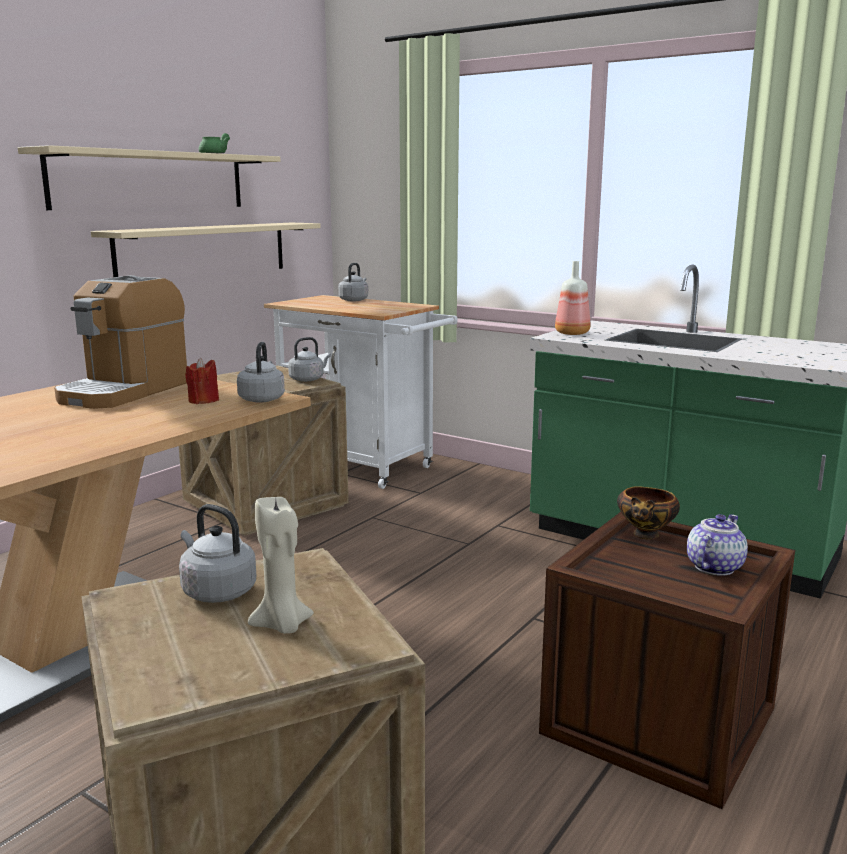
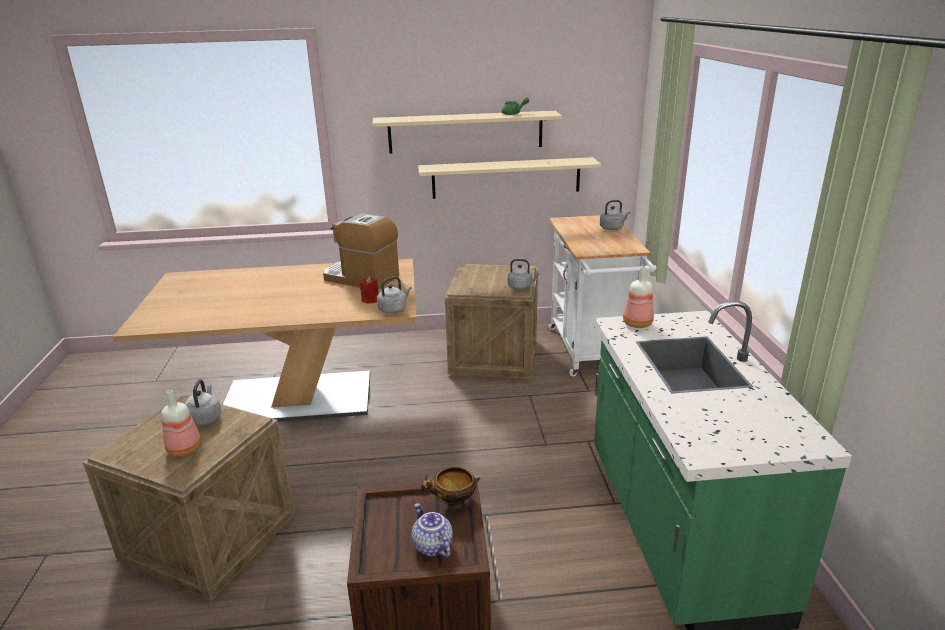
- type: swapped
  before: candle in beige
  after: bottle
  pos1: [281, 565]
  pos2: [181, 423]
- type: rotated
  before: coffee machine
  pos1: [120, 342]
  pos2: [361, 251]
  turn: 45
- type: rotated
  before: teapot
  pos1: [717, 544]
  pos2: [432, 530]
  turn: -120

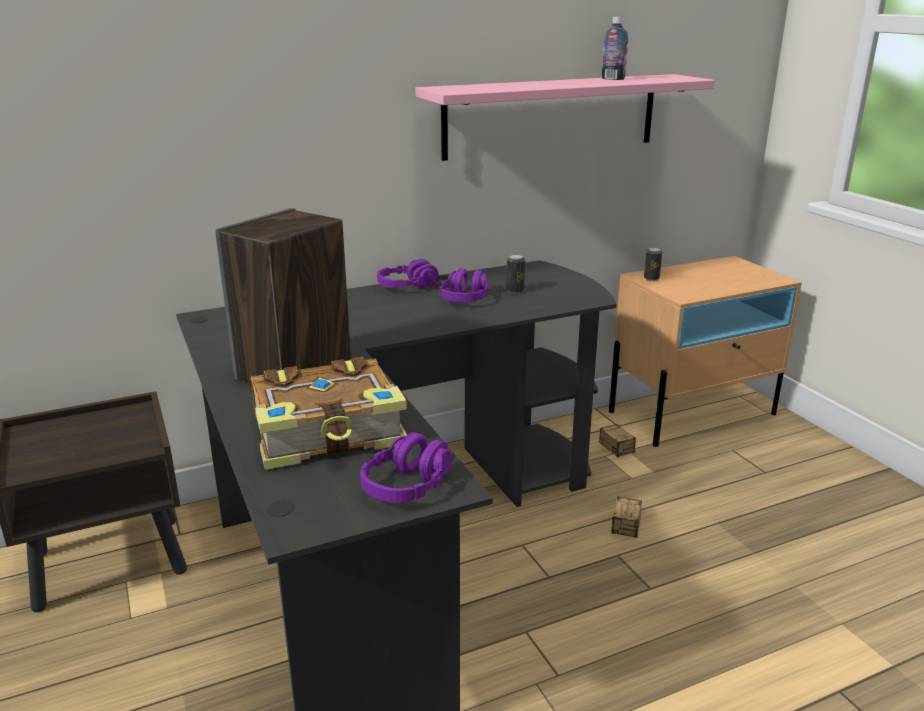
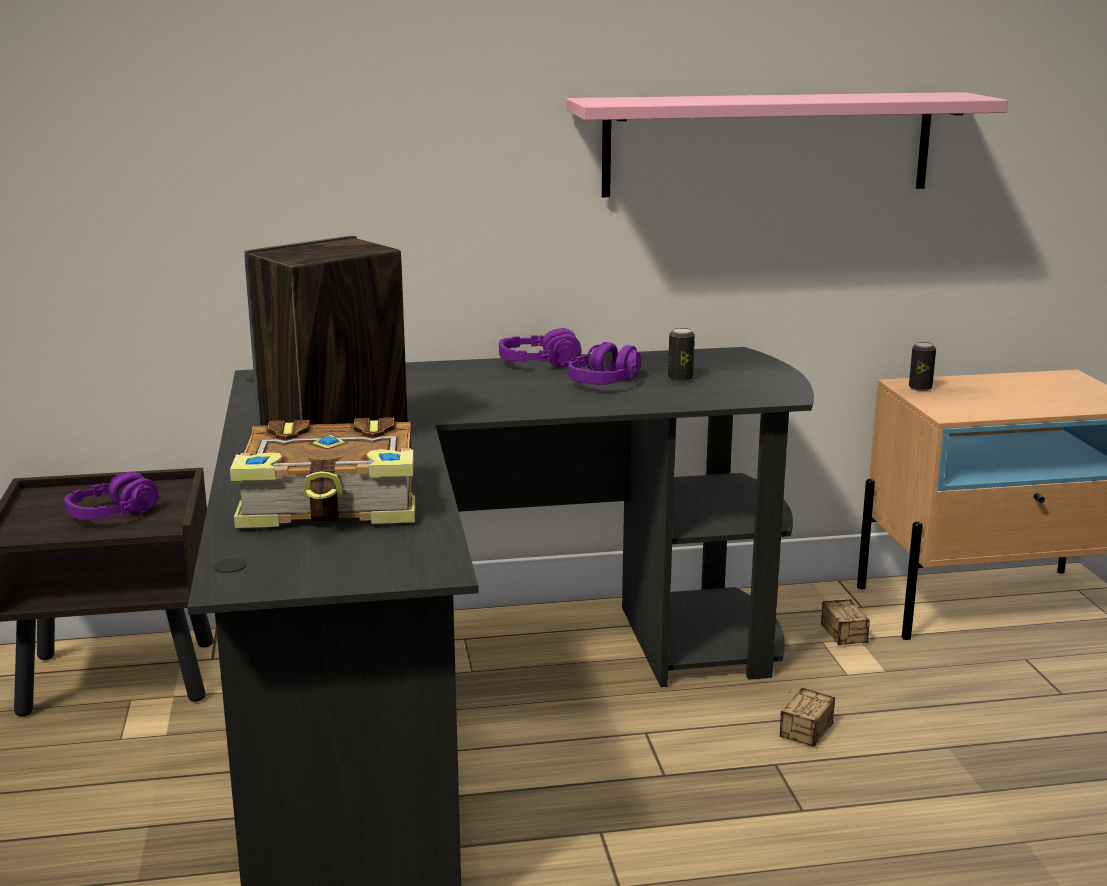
- type: gone
  before: bottle
  pos1: [615, 48]
- type: shifted
  before: headphones in purple
  pos1: [406, 467]
  pos2: [111, 496]

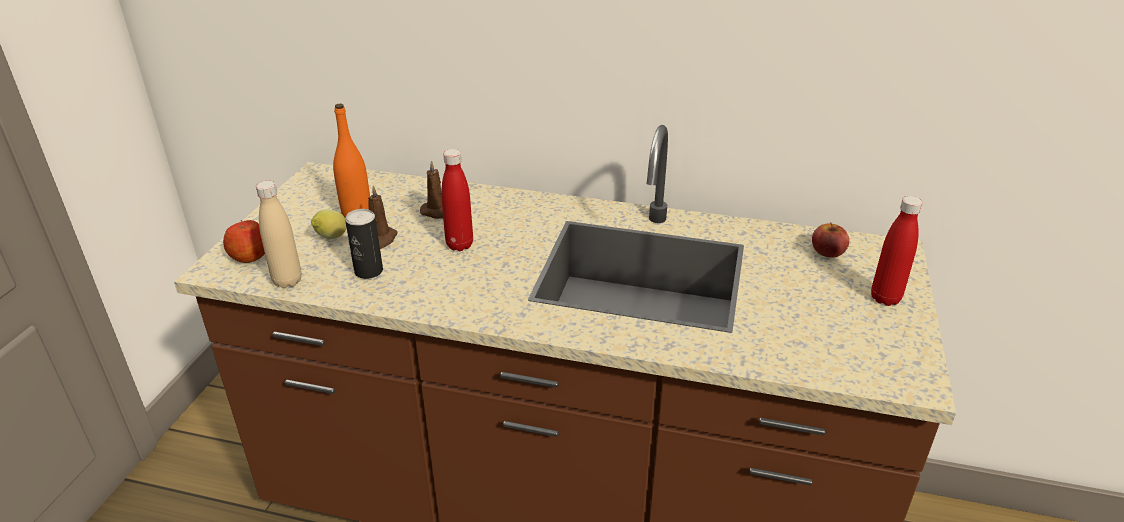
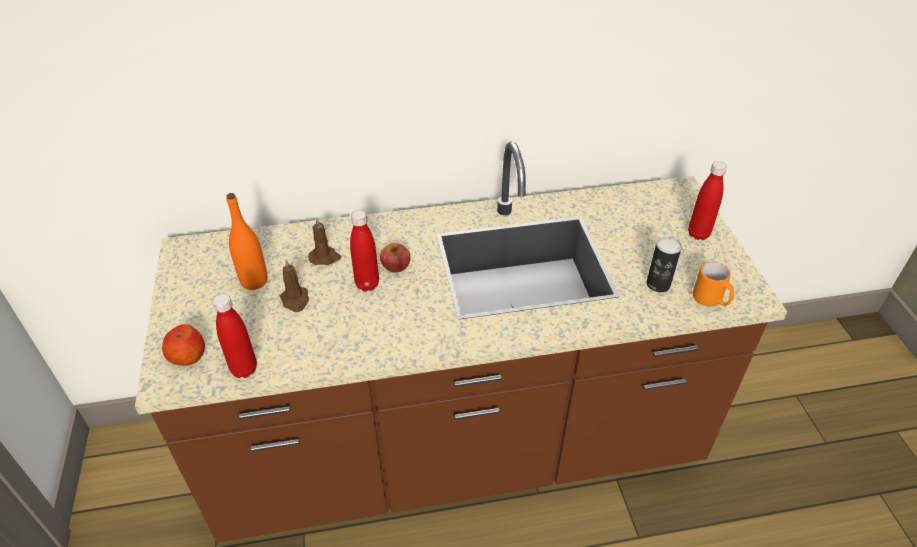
- type: gone
  before: lemon
  pos1: [329, 224]
- type: new
  after: mug in orange
  pos2: [713, 284]
- type: shifted
  before: can
  pos1: [364, 244]
  pos2: [664, 264]
- type: shifted
  before: apple
  pos1: [830, 239]
  pos2: [395, 257]
- type: repainted
  before: bottle in beige
  after: bottle in red
  pos1: [279, 234]
  pos2: [234, 335]

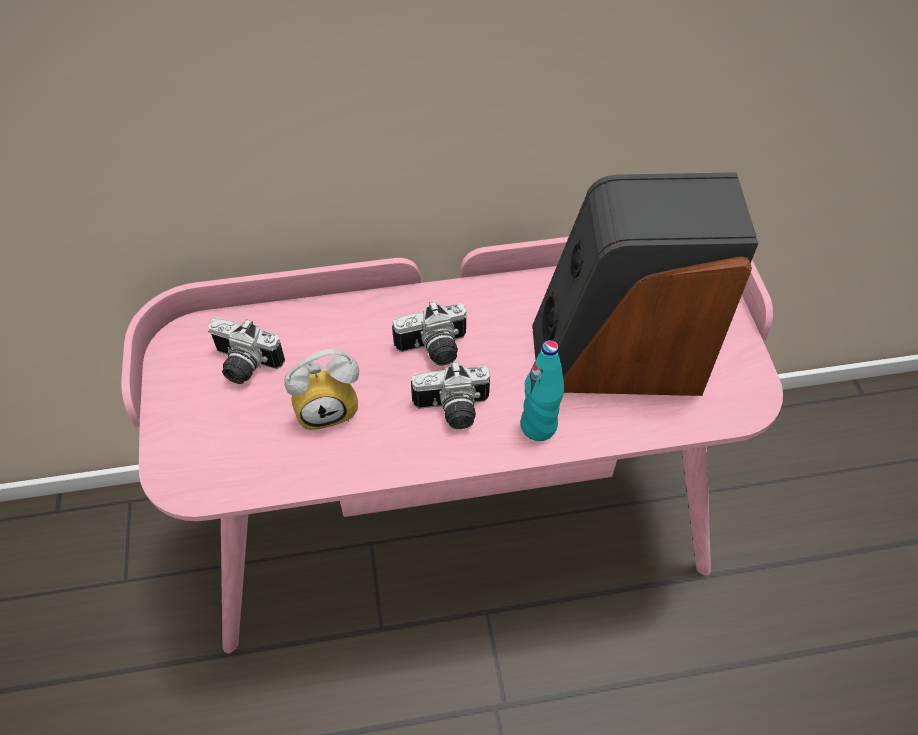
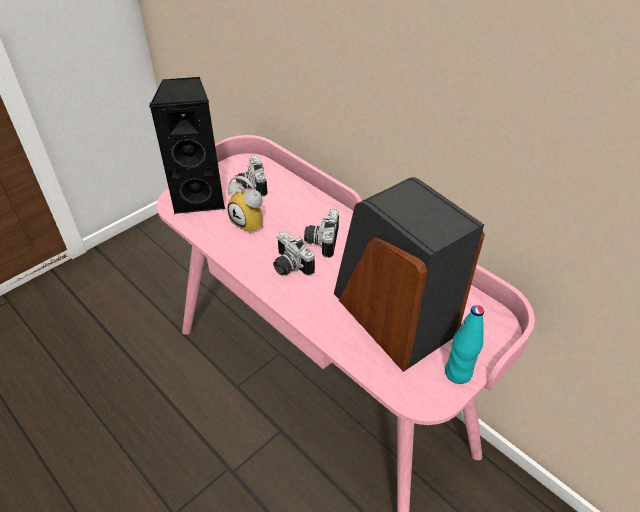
- type: new
  after: speaker in black
  pos2: [187, 145]
- type: shifted
  before: bottle in turquoise
  pos1: [542, 390]
  pos2: [464, 344]
- type: rotated
  before: photo camera
  pos1: [429, 333]
  pos2: [321, 233]
  turn: 60

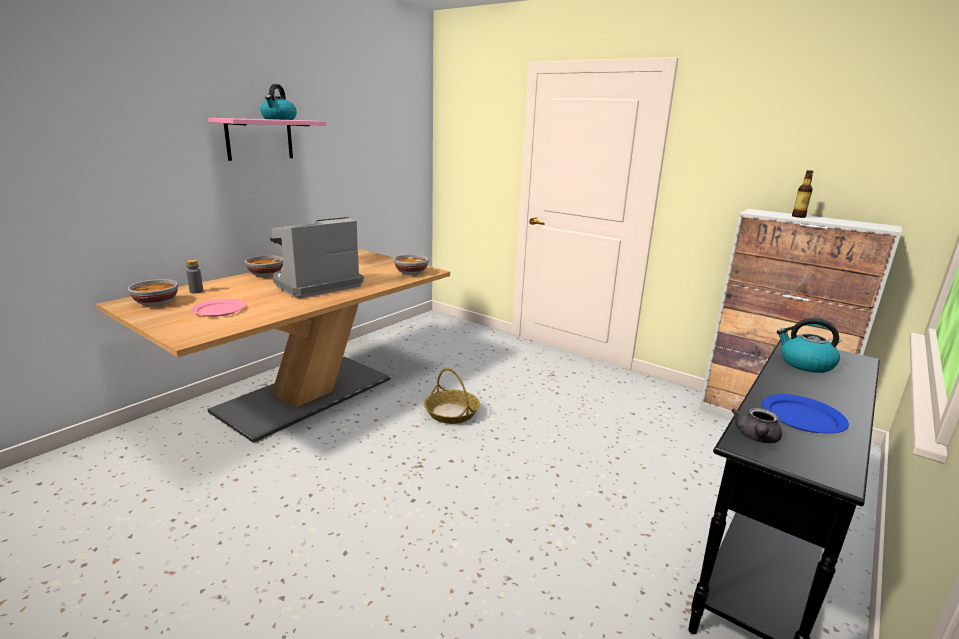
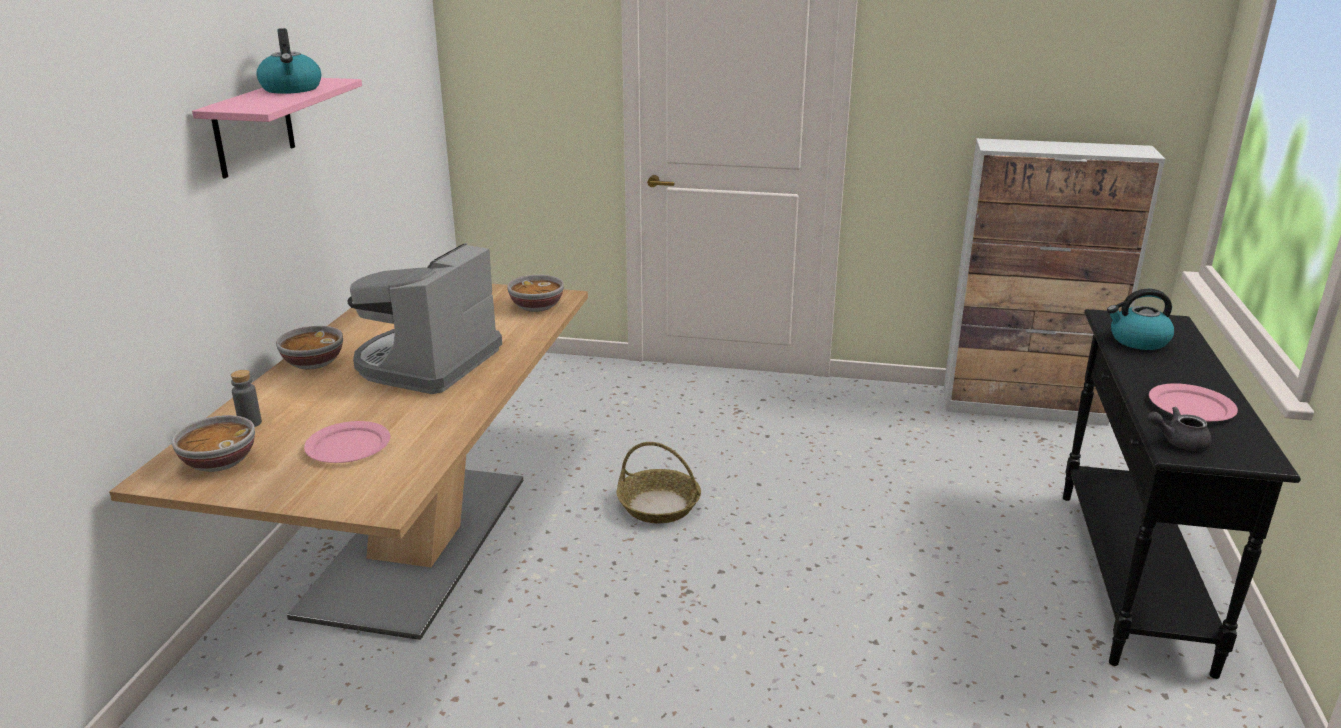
- type: gone
  before: bottle
  pos1: [802, 194]
- type: repainted
  before: plate in blue
  after: plate in pink
  pos1: [805, 414]
  pos2: [1193, 402]
- type: rotated
  before: teapot in grey
  pos1: [756, 425]
  pos2: [1179, 429]
  turn: 90

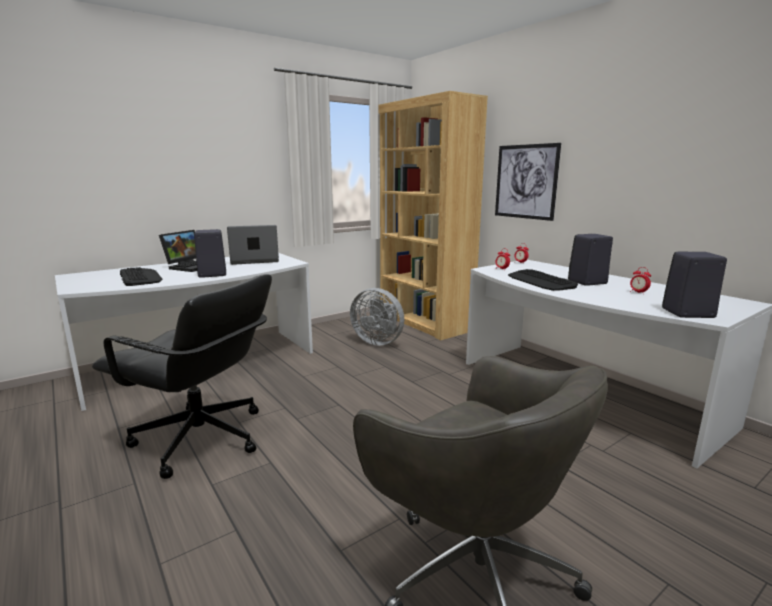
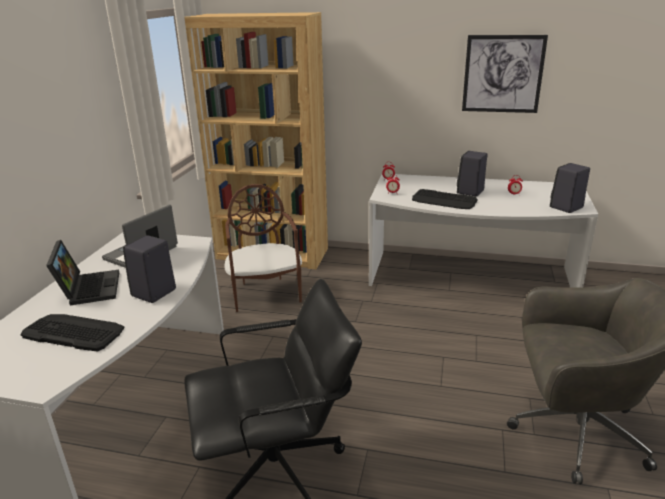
- type: shifted
  before: picture
  pos1: [528, 182]
  pos2: [505, 74]
- type: swapped
  before: fan in grey
  after: chair in brown
  pos1: [377, 317]
  pos2: [263, 248]

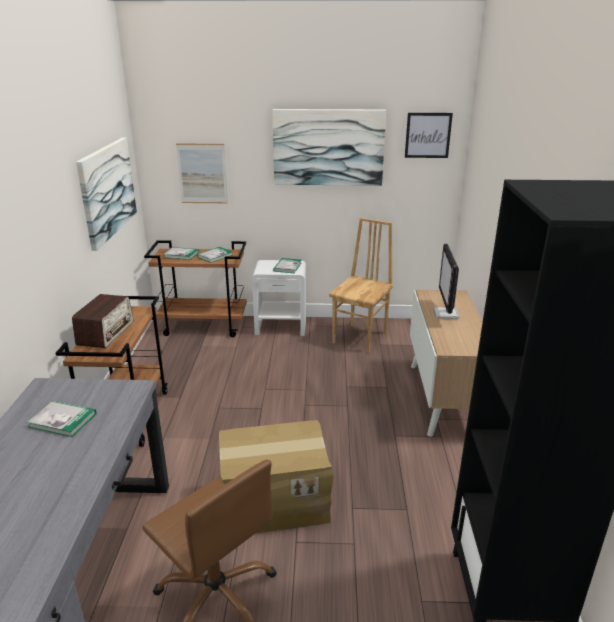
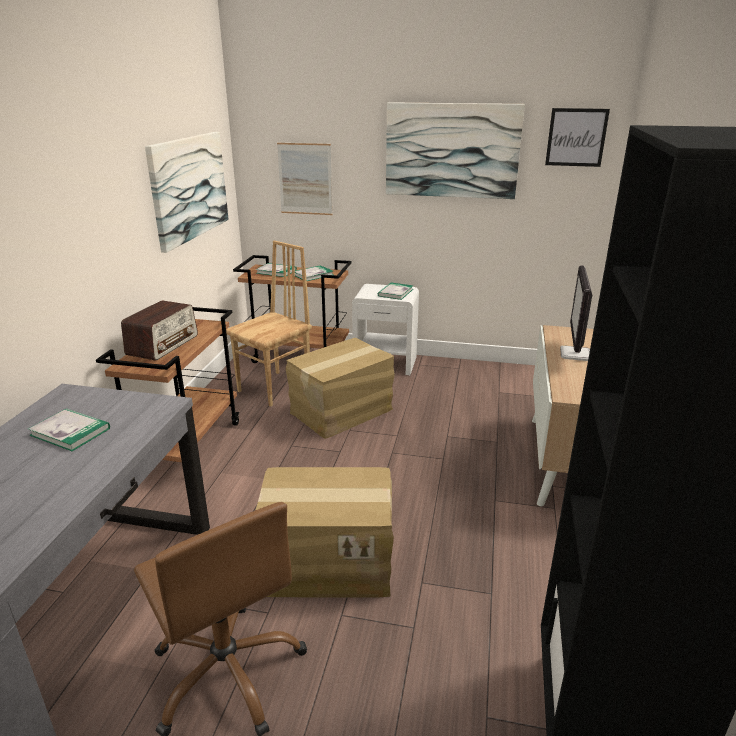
- type: new
  after: cardboard box
  pos2: [340, 388]
- type: shifted
  before: chair in brown
  pos1: [361, 285]
  pos2: [269, 323]

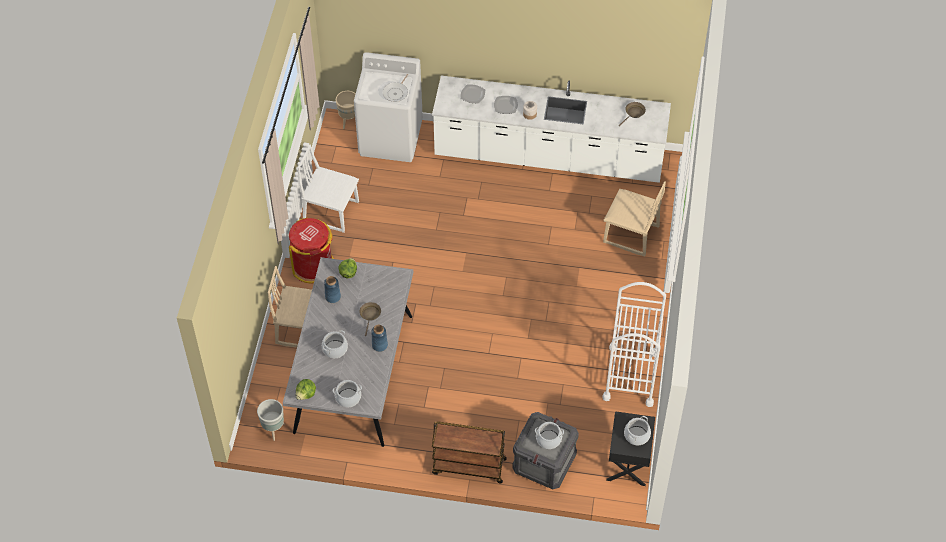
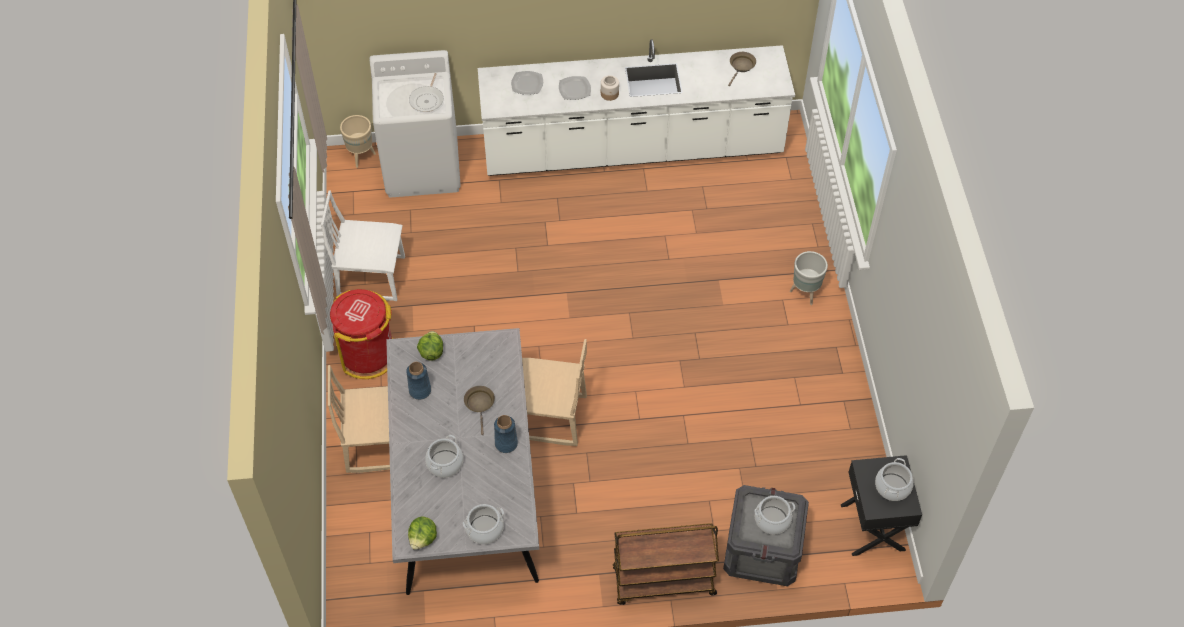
- type: gone
  before: cart in white
  pos1: [634, 344]
- type: shifted
  before: planter in grey
  pos1: [271, 420]
  pos2: [809, 278]
- type: shifted
  before: chair in beige
  pos1: [634, 218]
  pos2: [554, 392]

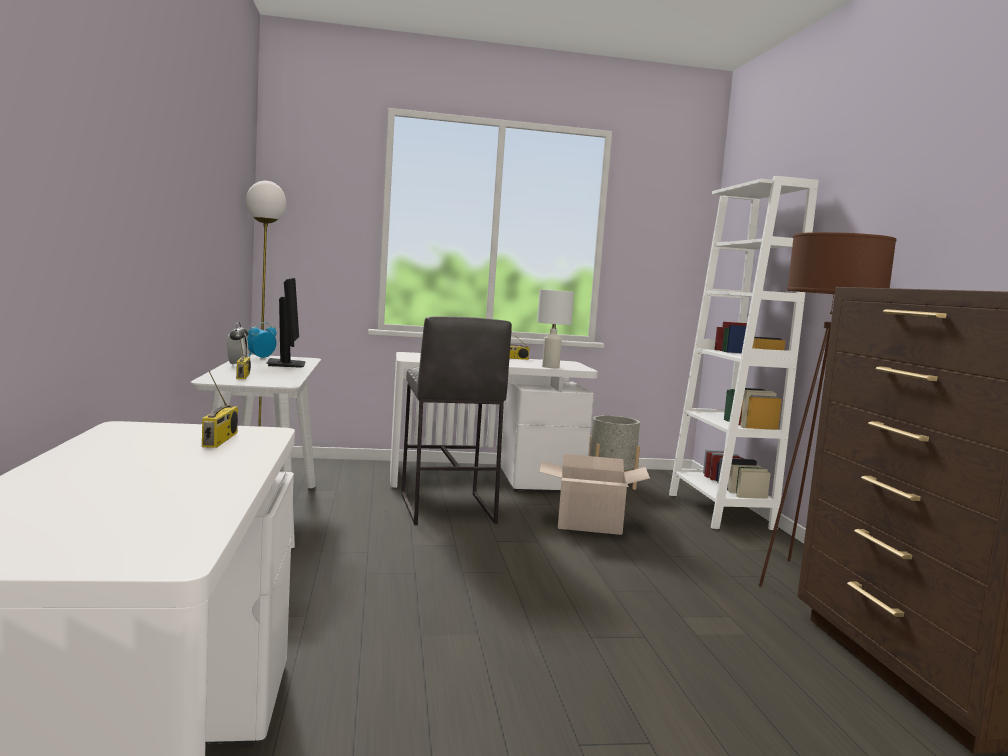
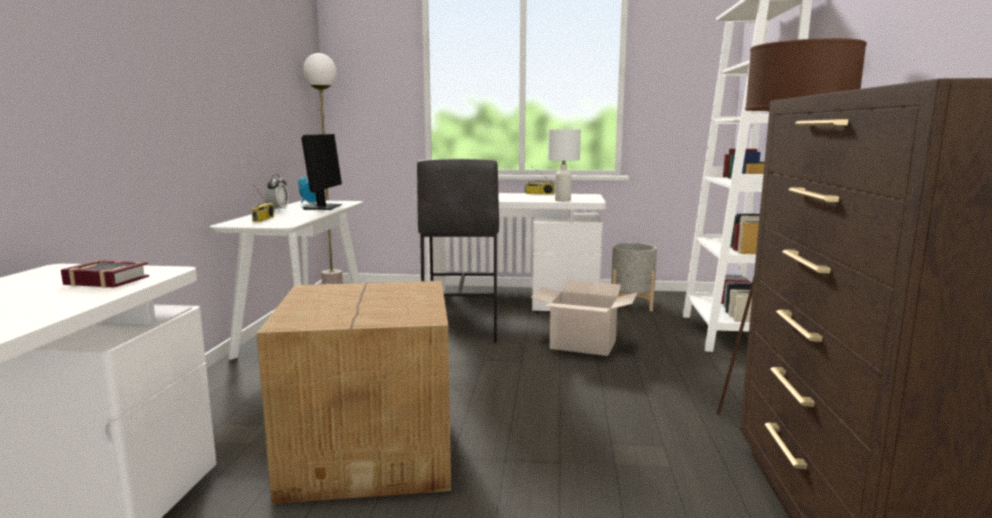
- type: new
  after: cardboard box
  pos2: [354, 392]
- type: swapped
  before: radio
  after: book
  pos1: [220, 409]
  pos2: [105, 274]

